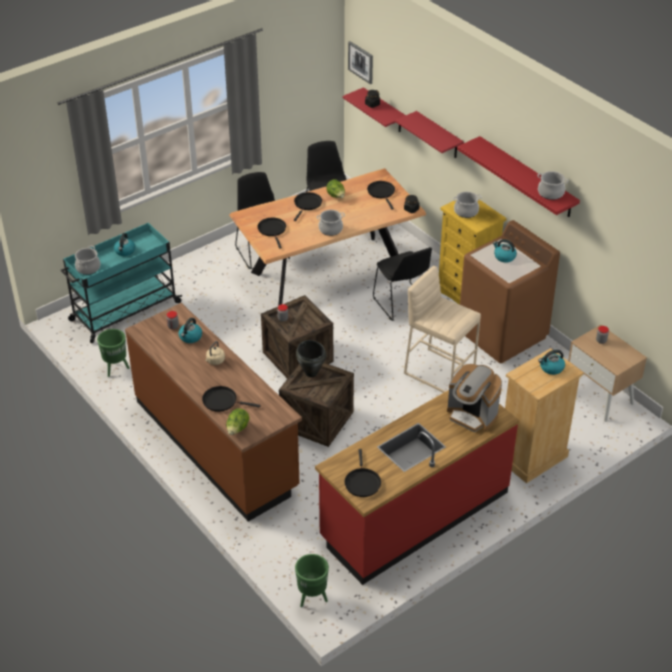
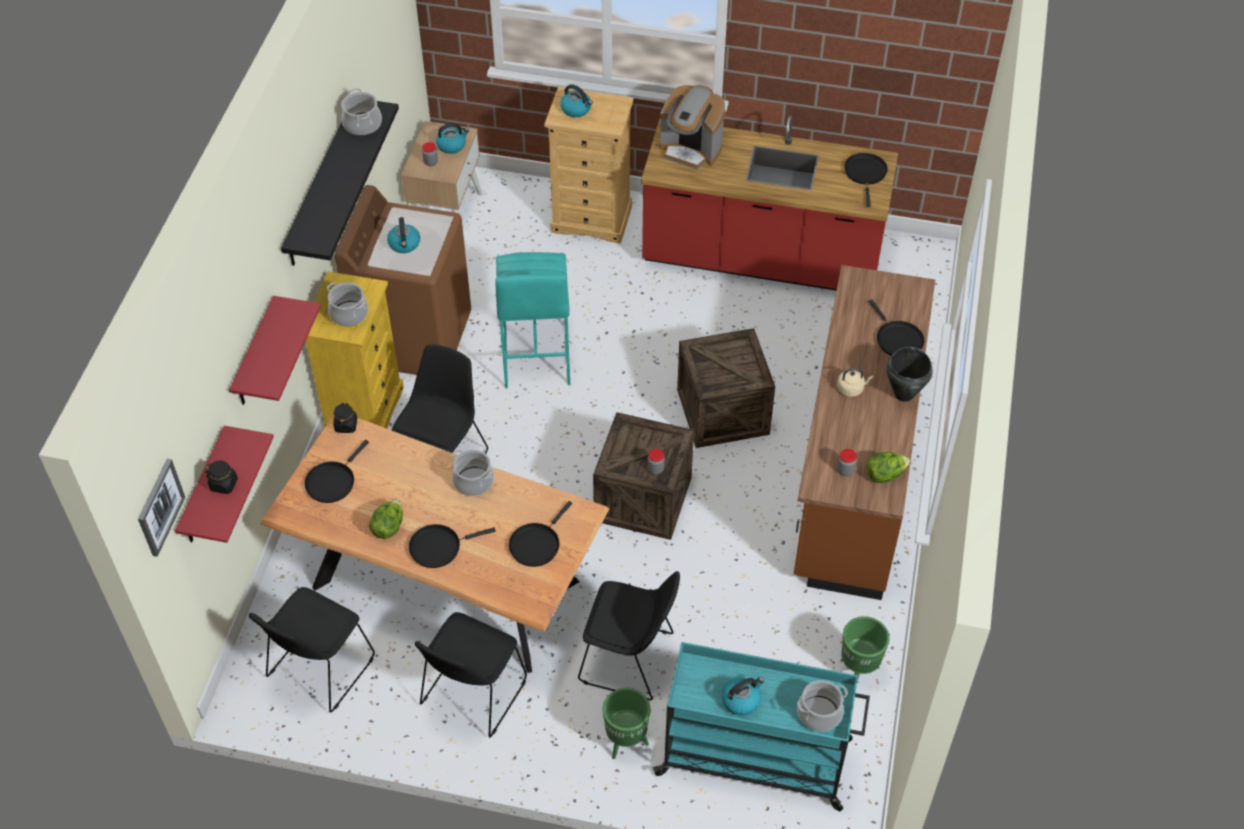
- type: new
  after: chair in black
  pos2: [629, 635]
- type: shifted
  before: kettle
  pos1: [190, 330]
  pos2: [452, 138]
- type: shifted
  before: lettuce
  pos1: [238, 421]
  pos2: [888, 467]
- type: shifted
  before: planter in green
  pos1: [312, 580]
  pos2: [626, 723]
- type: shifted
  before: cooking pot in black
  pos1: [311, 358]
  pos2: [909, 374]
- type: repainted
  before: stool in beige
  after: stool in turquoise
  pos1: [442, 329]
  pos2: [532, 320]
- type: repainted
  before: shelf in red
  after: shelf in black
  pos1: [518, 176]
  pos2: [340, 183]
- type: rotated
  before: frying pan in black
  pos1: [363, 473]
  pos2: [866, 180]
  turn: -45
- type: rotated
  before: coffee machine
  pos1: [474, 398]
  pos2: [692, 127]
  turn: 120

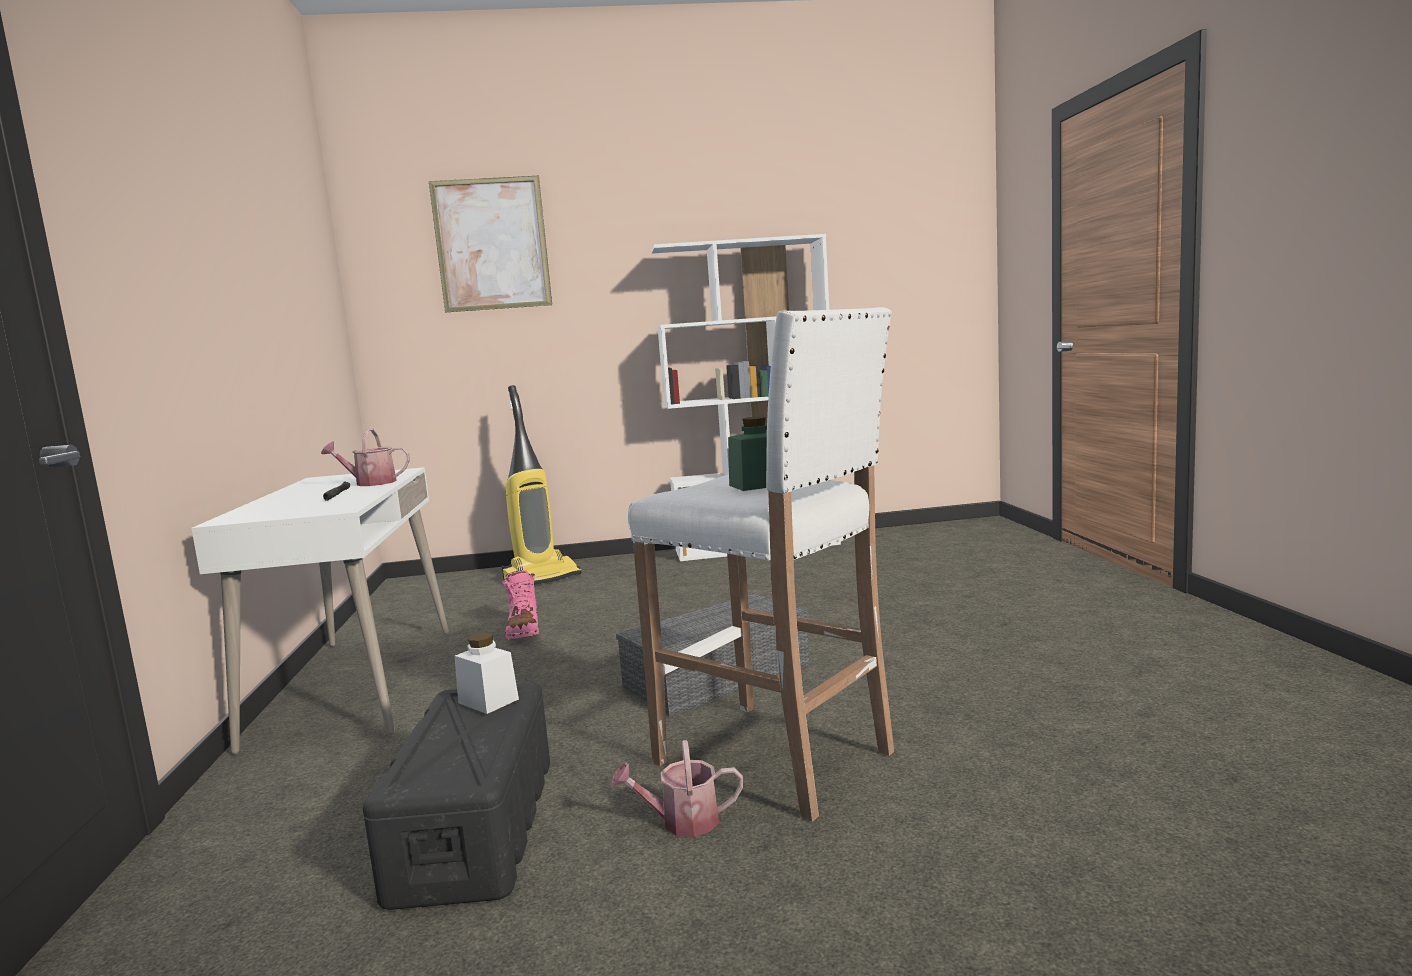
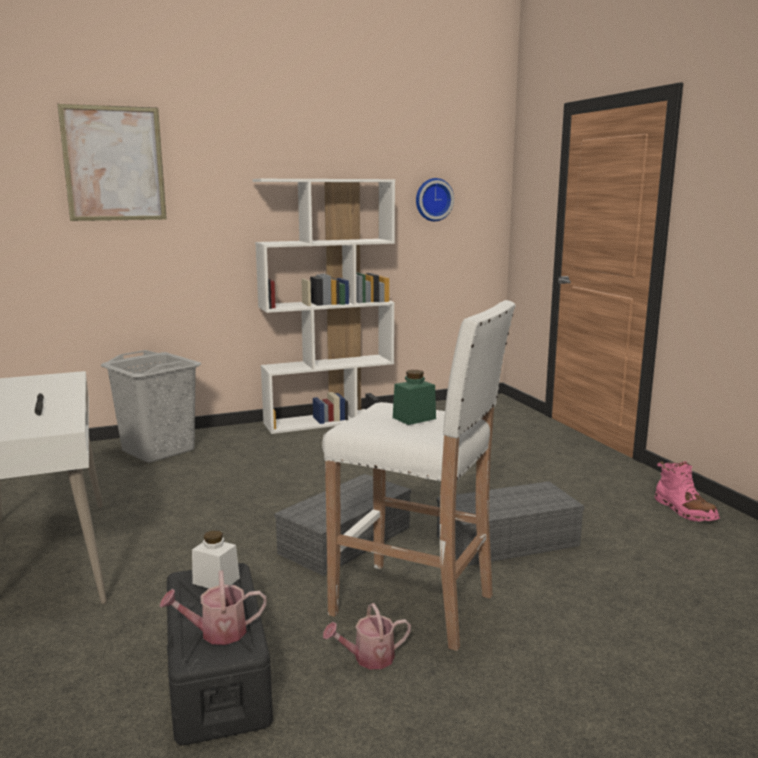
- type: new
  after: wall clock
  pos2: [435, 199]
- type: new
  after: storage box in grey
  pos2: [510, 523]
- type: shifted
  before: watering can
  pos1: [365, 457]
  pos2: [213, 608]
- type: shifted
  before: boot in pink
  pos1: [520, 605]
  pos2: [687, 491]
- type: swapped
  before: vacuum cleaner
  after: laundry basket in grey
  pos1: [541, 485]
  pos2: [151, 406]

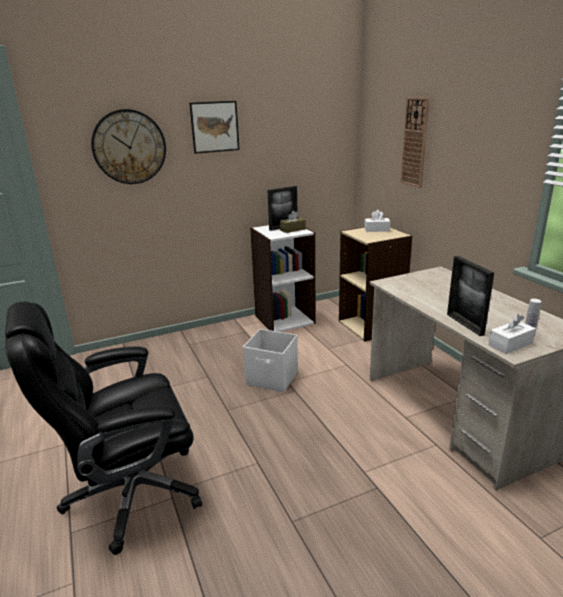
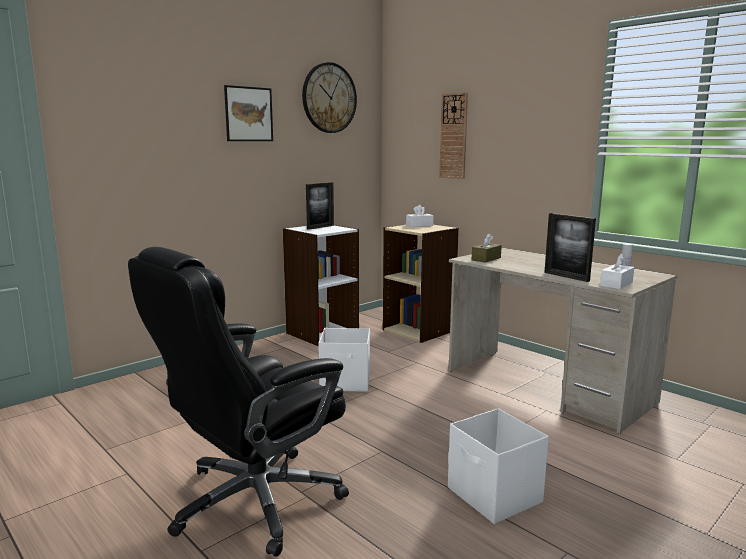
- type: new
  after: storage box in white
  pos2: [498, 466]
- type: shifted
  before: wall clock
  pos1: [128, 146]
  pos2: [329, 97]
- type: shifted
  before: tissue box in brown
  pos1: [293, 222]
  pos2: [487, 248]

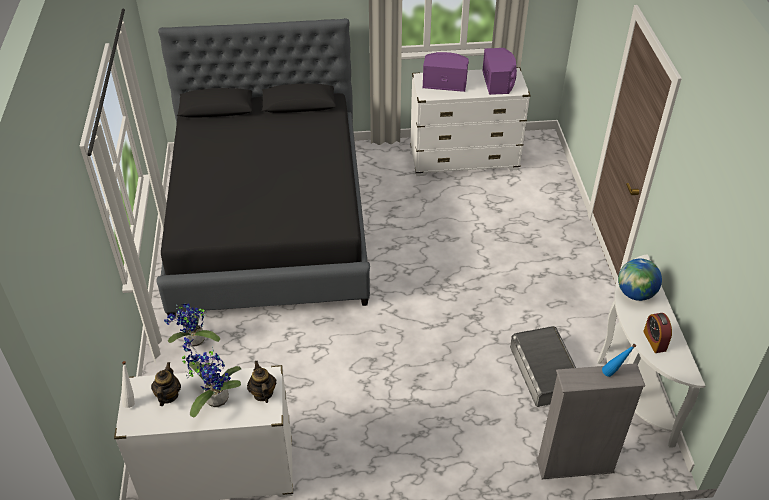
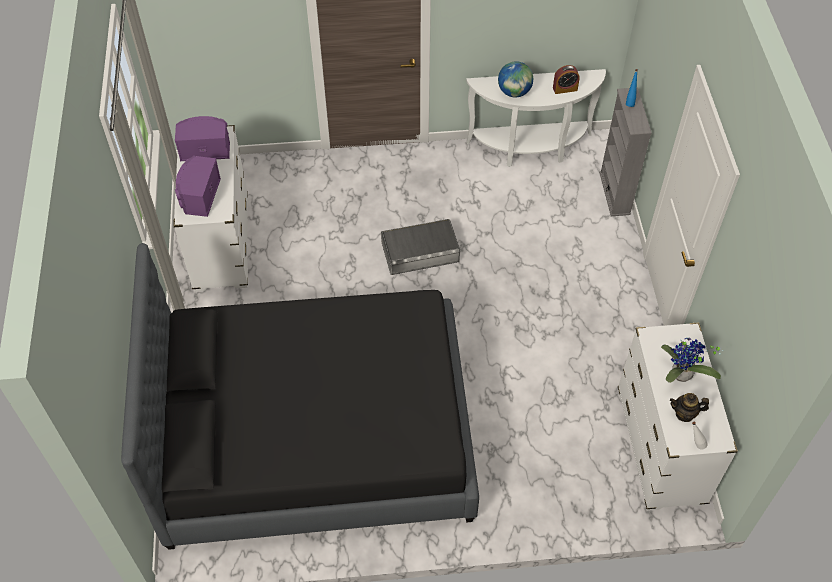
- type: gone
  before: potted plant
  pos1: [192, 324]
- type: gone
  before: teapot
  pos1: [261, 381]
- type: shifted
  before: storage box in grey
  pos1: [543, 366]
  pos2: [420, 247]

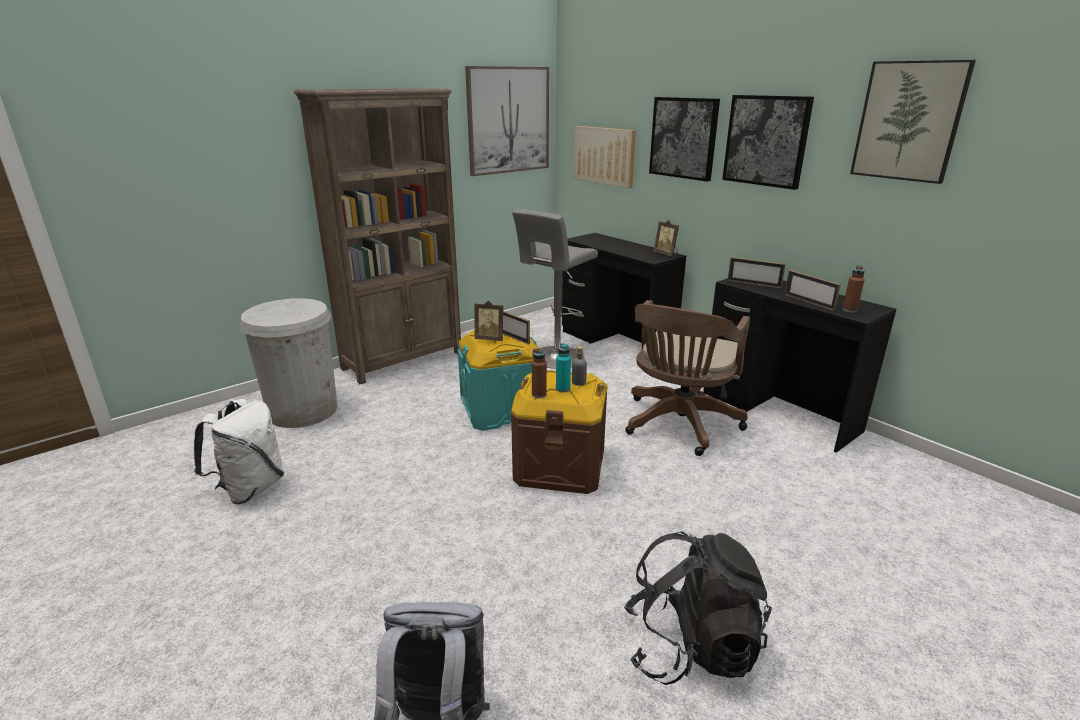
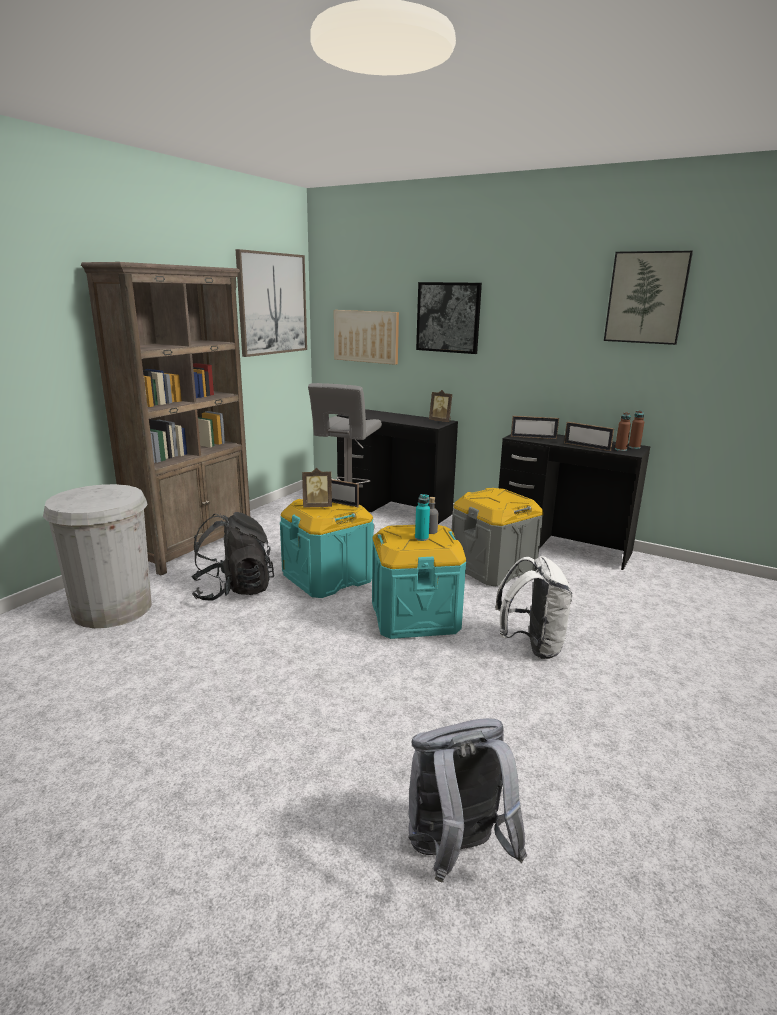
- type: gone
  before: picture
  pos1: [768, 142]
- type: shifted
  before: backpack in white
  pos1: [239, 451]
  pos2: [533, 607]
- type: shifted
  before: bottle in brown
  pos1: [539, 373]
  pos2: [636, 430]
- type: shifted
  before: backpack in black
  pos1: [698, 608]
  pos2: [232, 556]
- type: swapped
  before: office chair in brown
  after: storage box in grey
  pos1: [687, 378]
  pos2: [497, 537]
- type: repainted
  before: storage box in brown
  after: storage box in turquoise
  pos1: [559, 432]
  pos2: [419, 582]

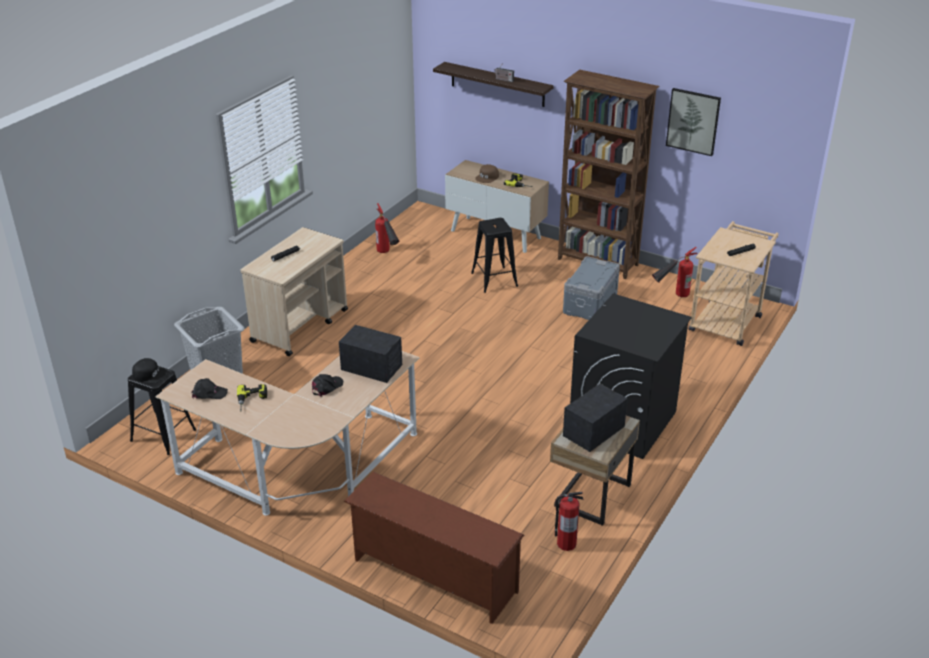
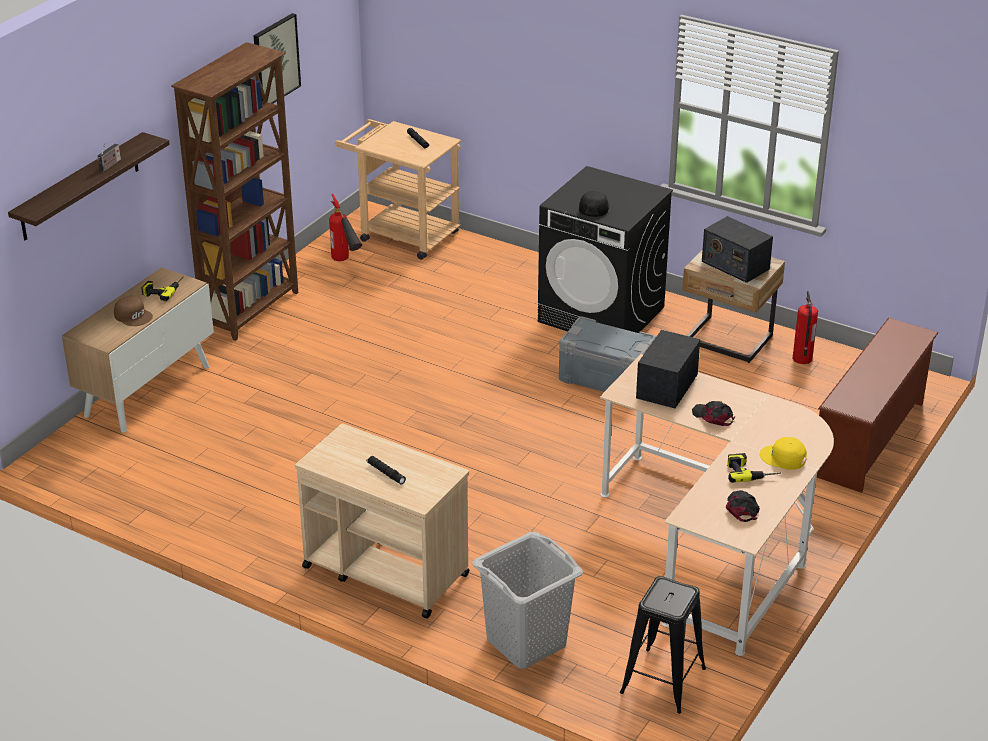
- type: gone
  before: fire extinguisher
  pos1: [387, 228]
- type: gone
  before: stool in black
  pos1: [494, 255]
- type: new
  after: cap in yellow
  pos2: [783, 453]
- type: shifted
  before: cap in black
  pos1: [150, 370]
  pos2: [594, 204]
- type: shifted
  before: storage box in grey
  pos1: [591, 288]
  pos2: [607, 354]

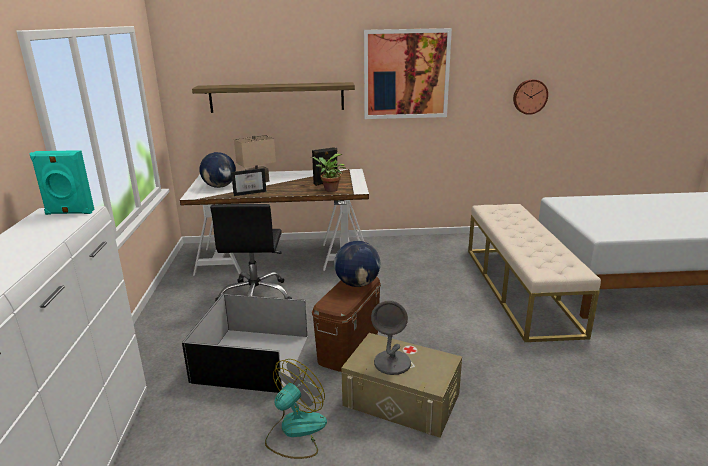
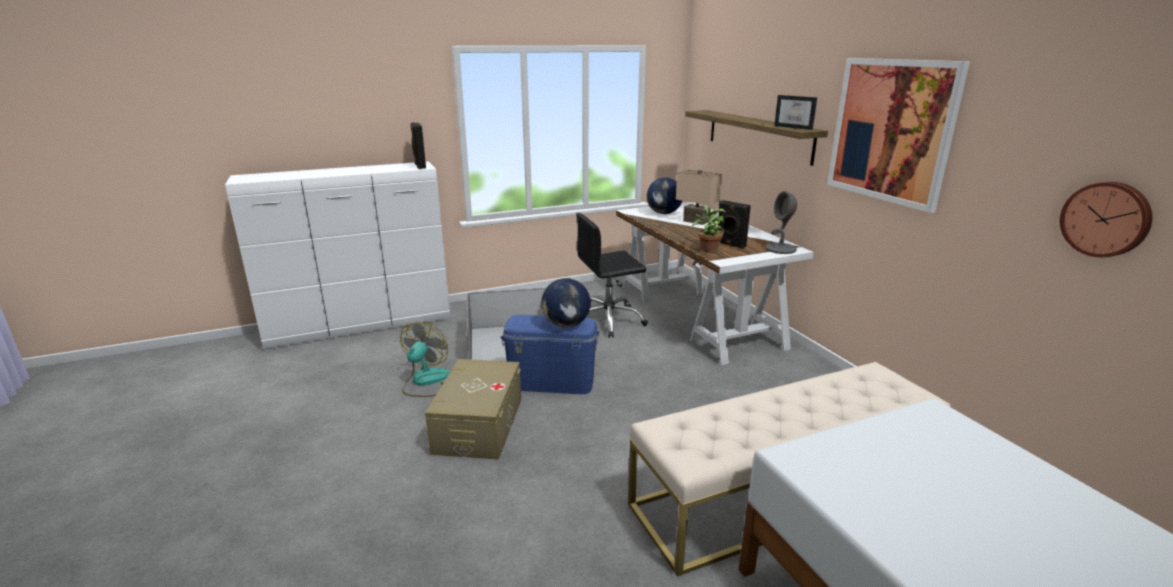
- type: shifted
  before: picture frame
  pos1: [249, 182]
  pos2: [795, 112]
- type: shifted
  before: table lamp in grey
  pos1: [391, 337]
  pos2: [781, 222]
- type: repainted
  before: speaker in turquoise
  after: speaker in black
  pos1: [62, 182]
  pos2: [418, 146]
- type: repainted
  before: storage box in brown
  after: storage box in blue
  pos1: [346, 324]
  pos2: [550, 354]
- type: rotated
  before: fan
  pos1: [296, 409]
  pos2: [425, 359]
  turn: -90

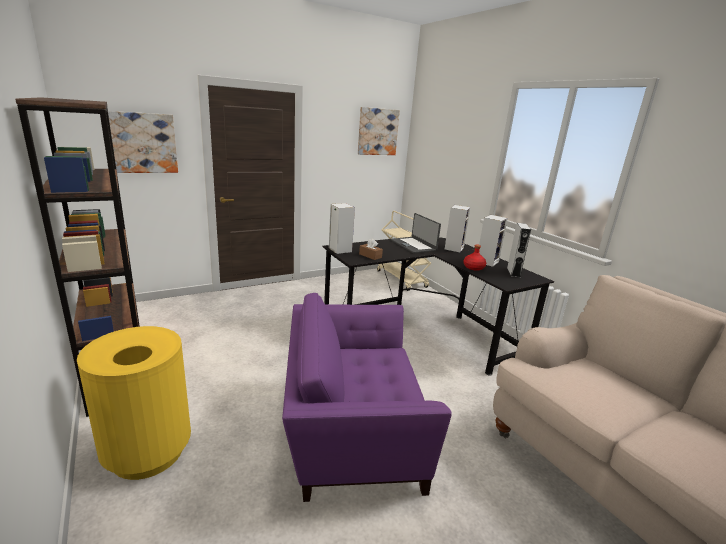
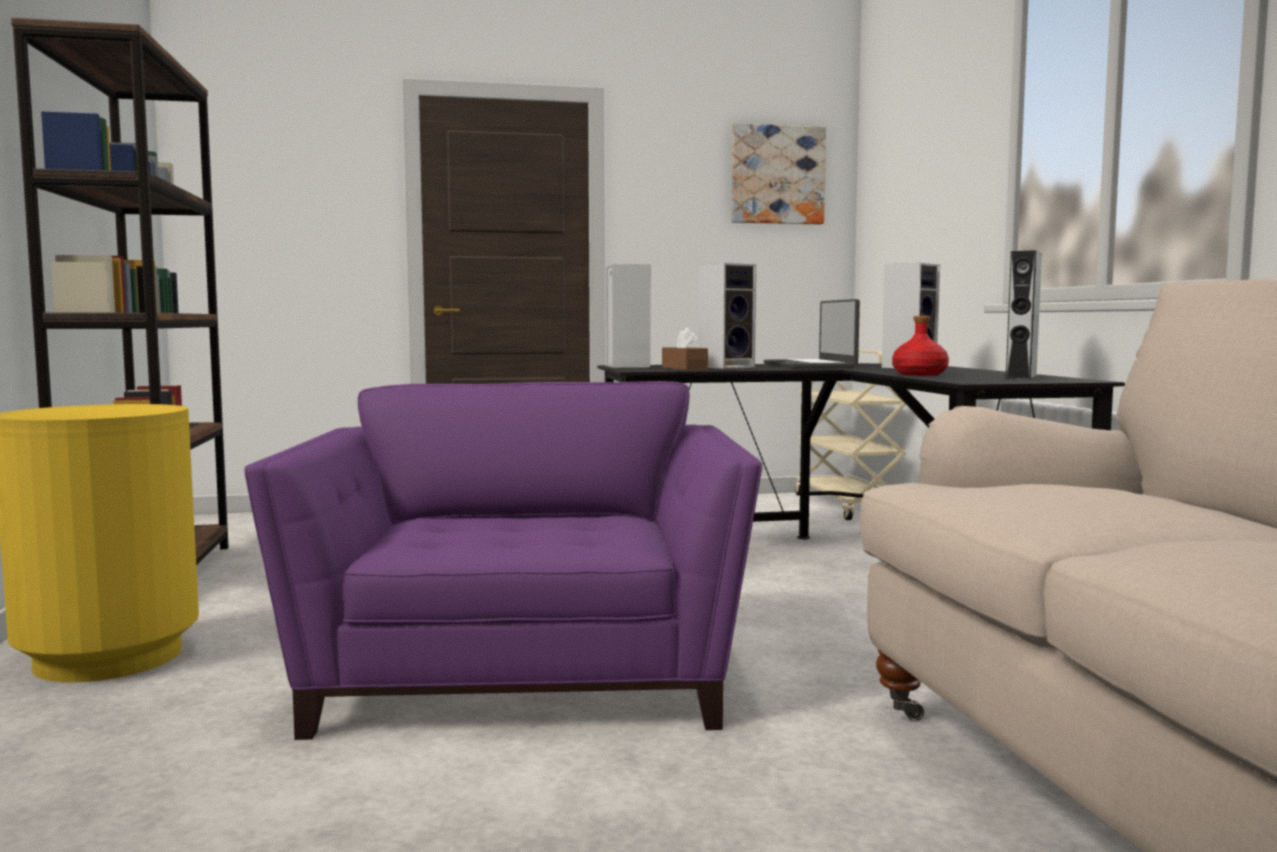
- type: gone
  before: picture
  pos1: [143, 142]
- type: shifted
  before: speaker
  pos1: [493, 241]
  pos2: [727, 316]
- type: rotated
  before: armchair in purple
  pos1: [367, 397]
  pos2: [503, 560]
  turn: 75

